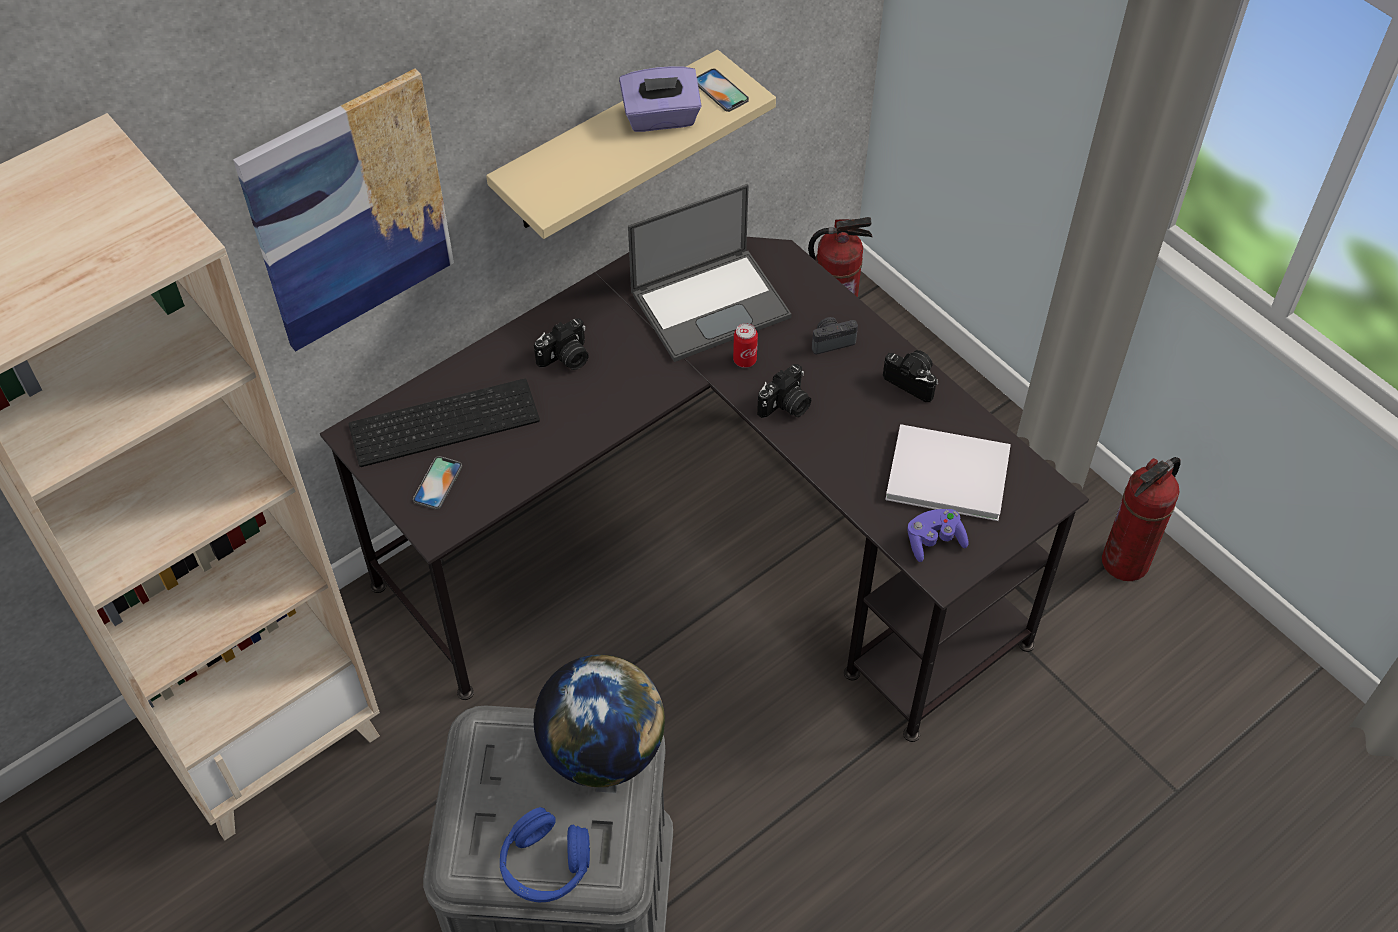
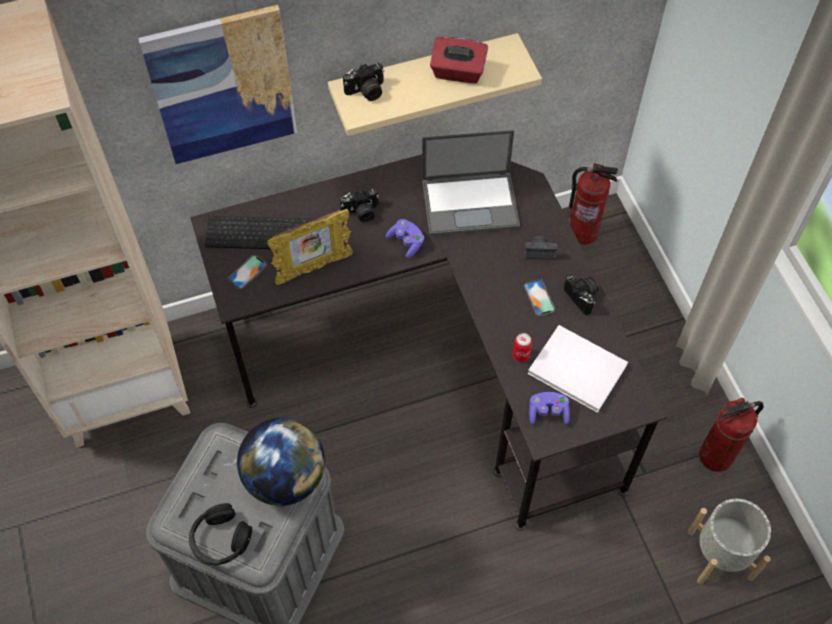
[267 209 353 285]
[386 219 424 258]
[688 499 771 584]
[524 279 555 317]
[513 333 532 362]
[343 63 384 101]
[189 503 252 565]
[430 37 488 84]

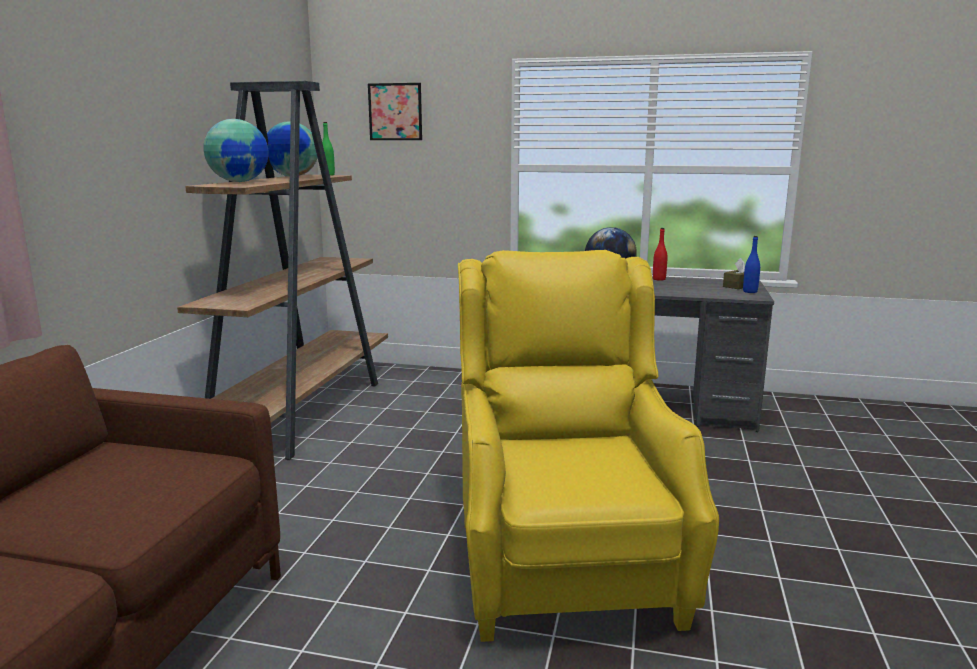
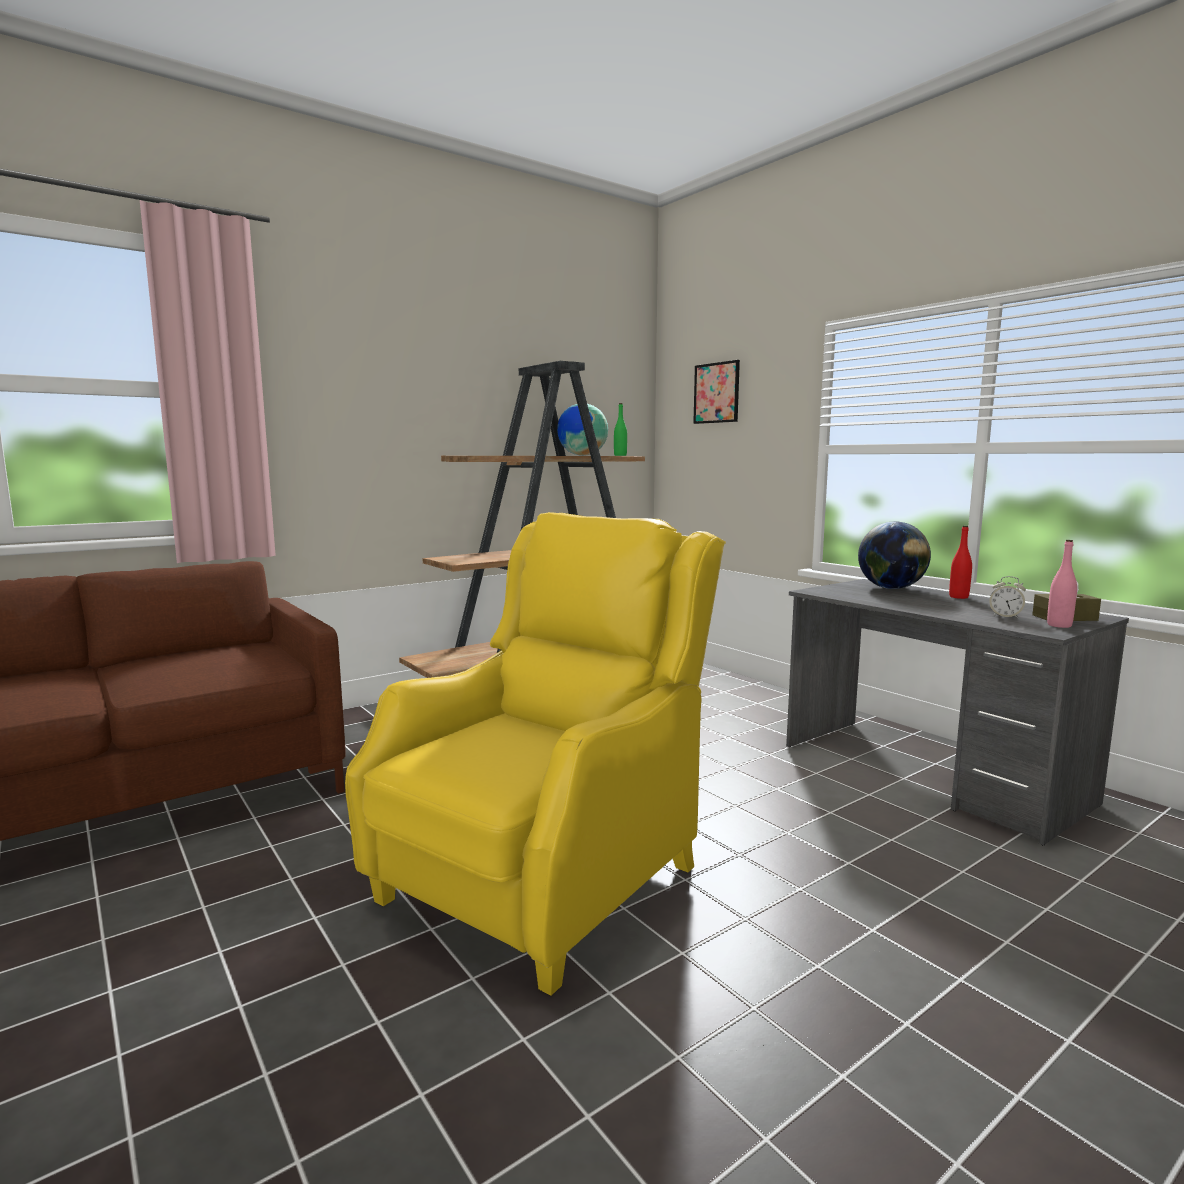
[204 119 269 182] (first image)
[989 576 1026 619]
[1047 540 1077 628]

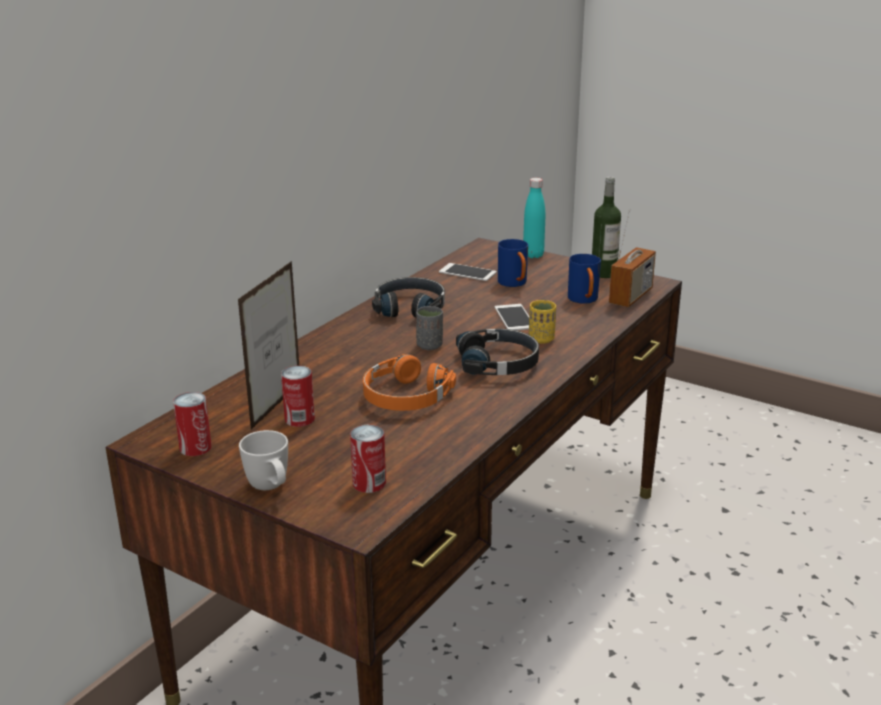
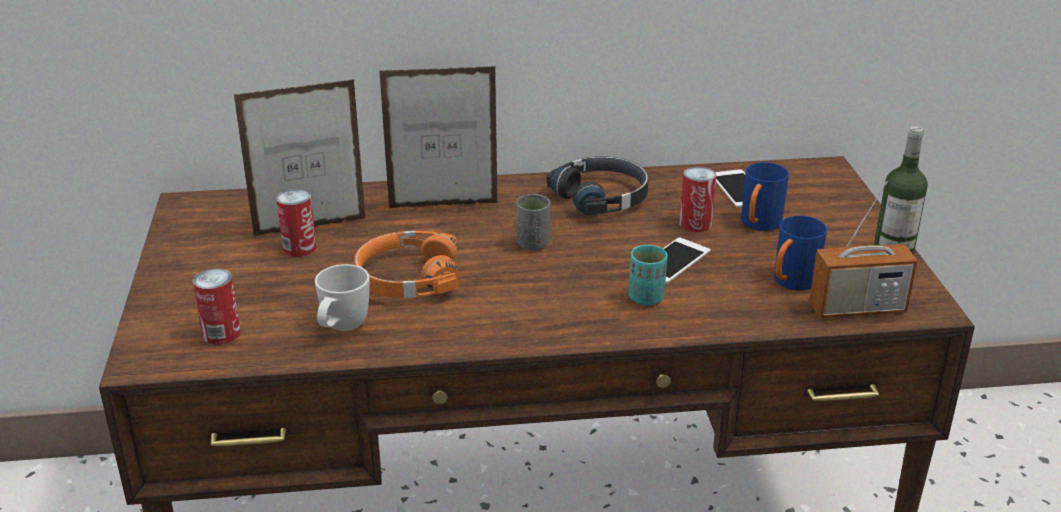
[456 329 539 375] (first image)
[523 178 545 258] (first image)
[379 66 498 208]
[680 166 717 232]
[315 264 370 331]
[628 245 668 306]

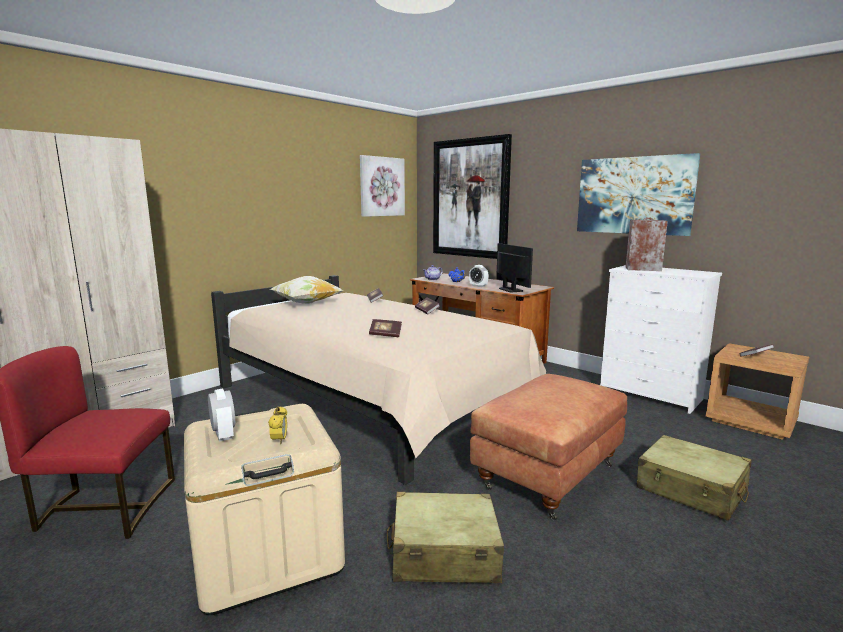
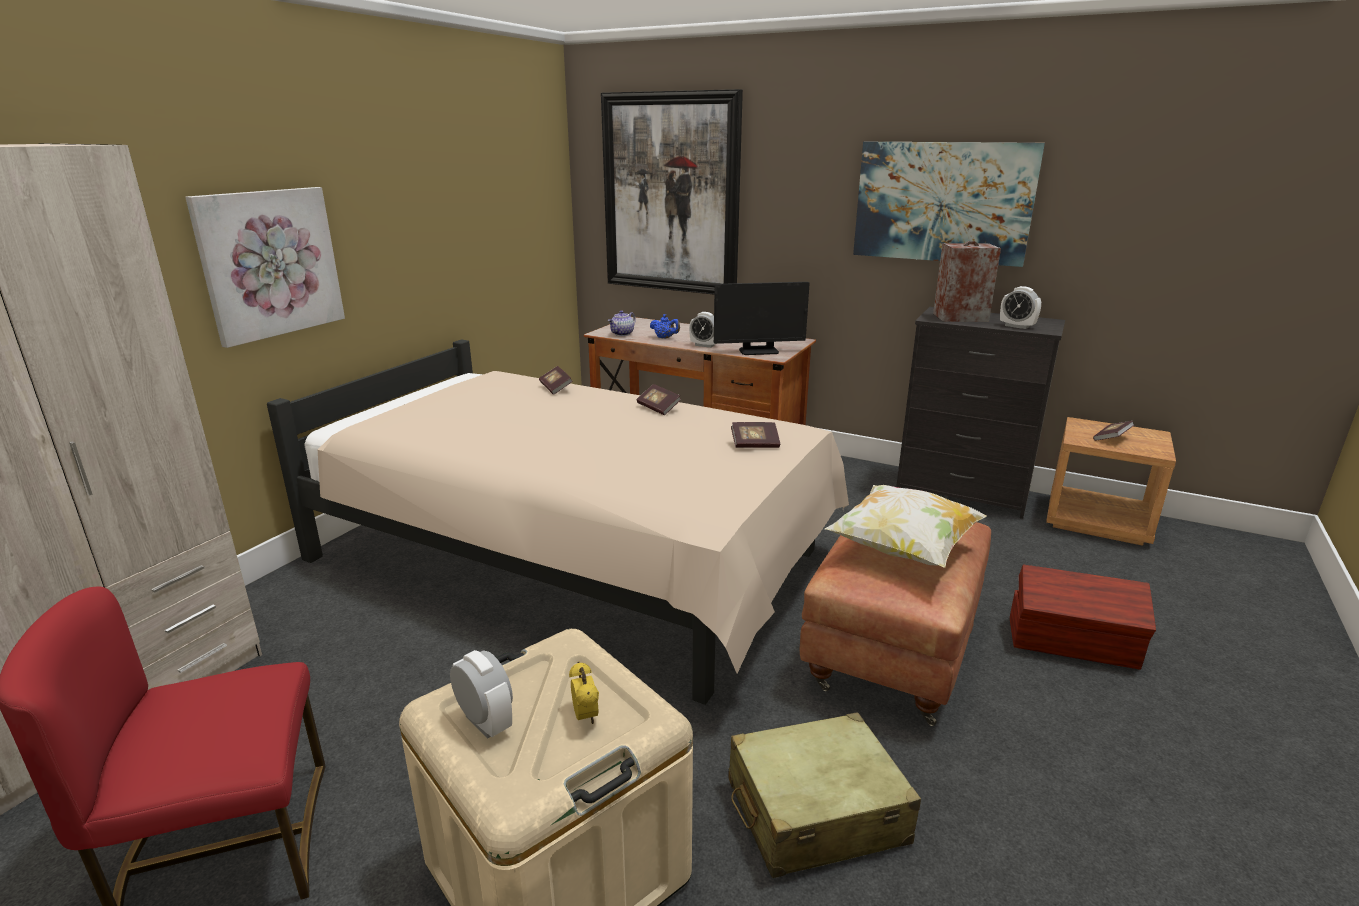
[1000 286 1041 329]
[825 485 987 568]
[185 187 345 348]
[731 422 780 448]
[1010 565 1156 670]
[896 307 1065 519]
[714 282 810 355]

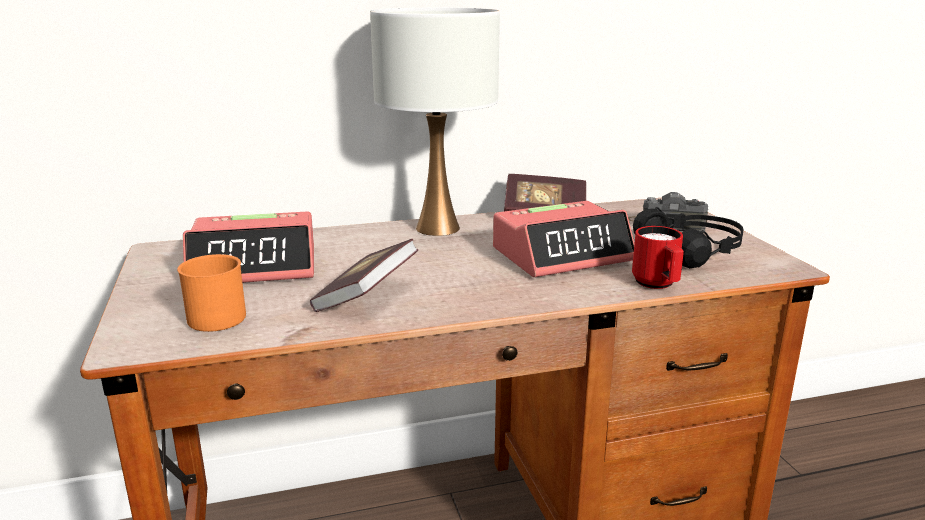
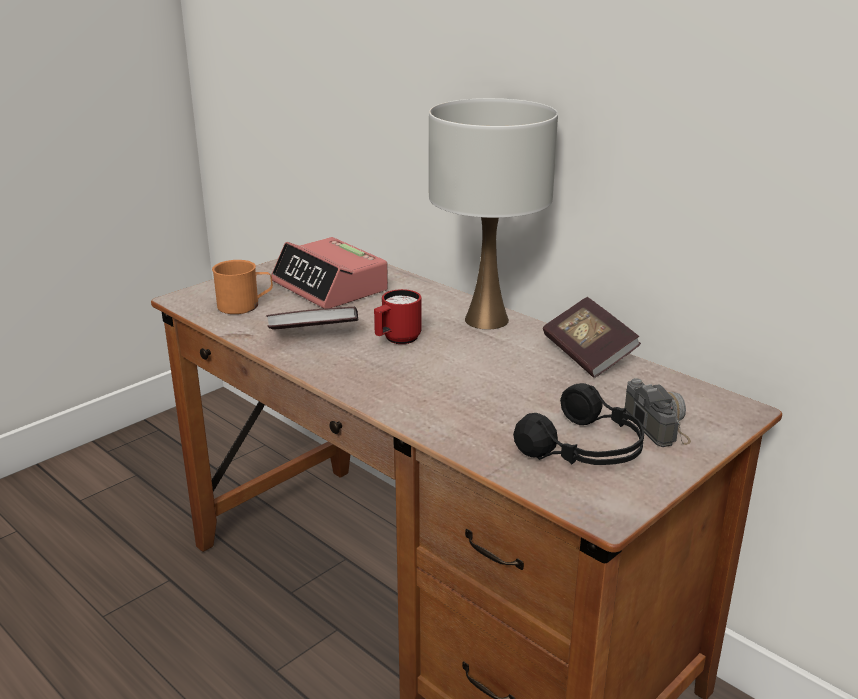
[493 201 634 277] (first image)
[374 289 422 344]

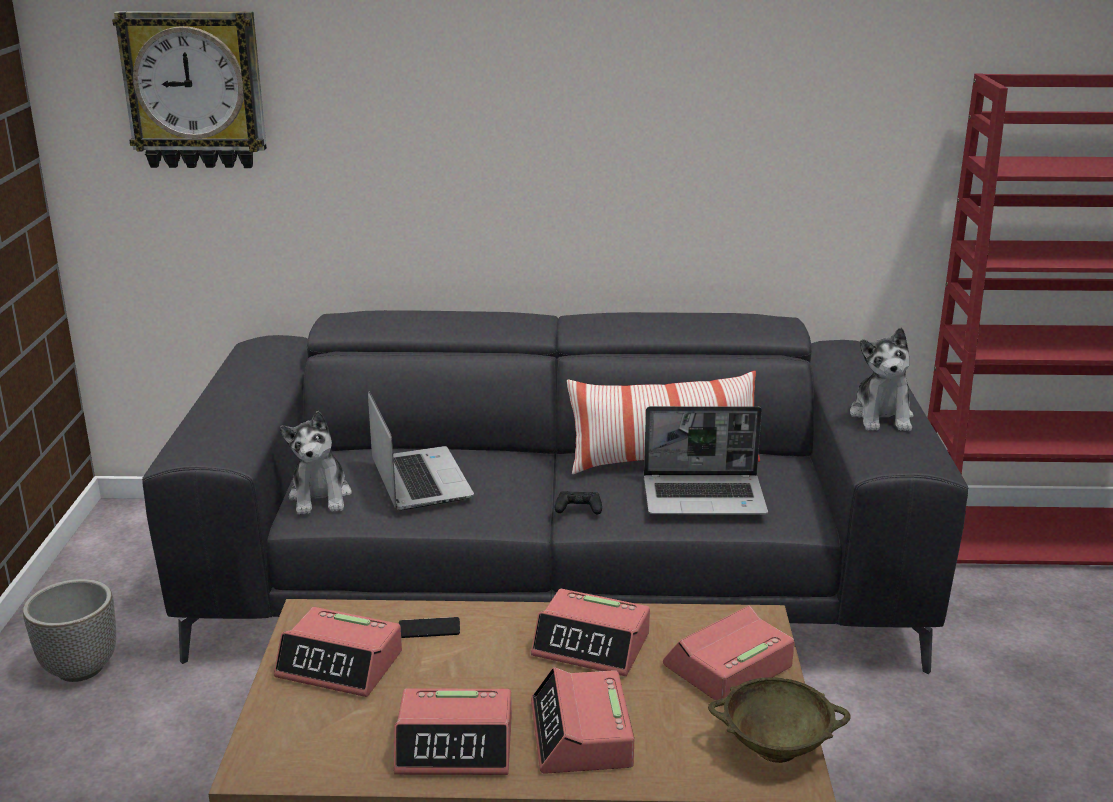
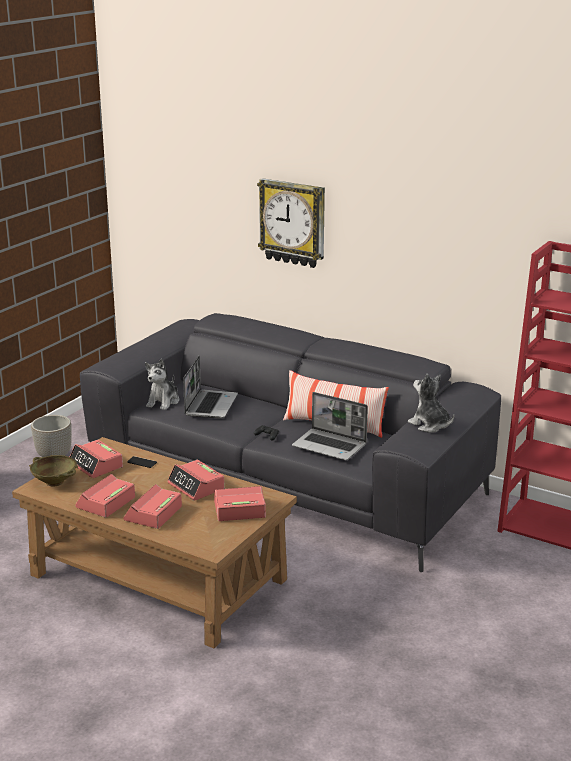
[257 178 325 268]
[29 455 78 486]
[75 474 135 518]
[408 373 454 433]

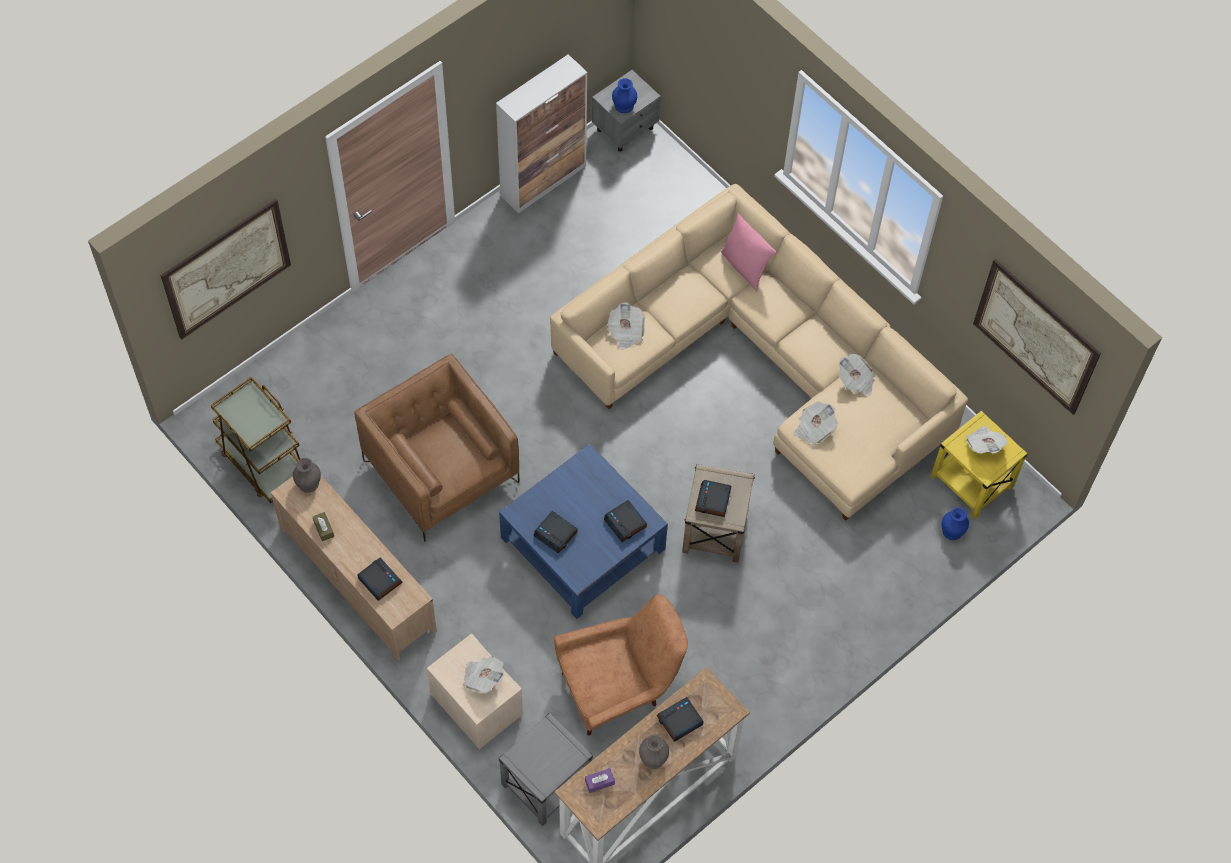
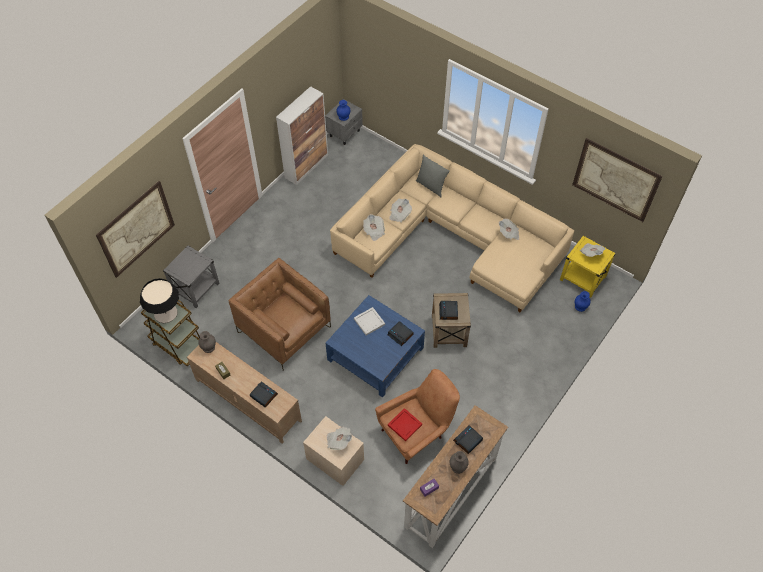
[534 511 578 554] (first image)
[140 278 179 323]
[354 307 385 335]
[388 408 422 441]
[163 245 219 308]
[389 199 412 223]
[416 155 450 197]

